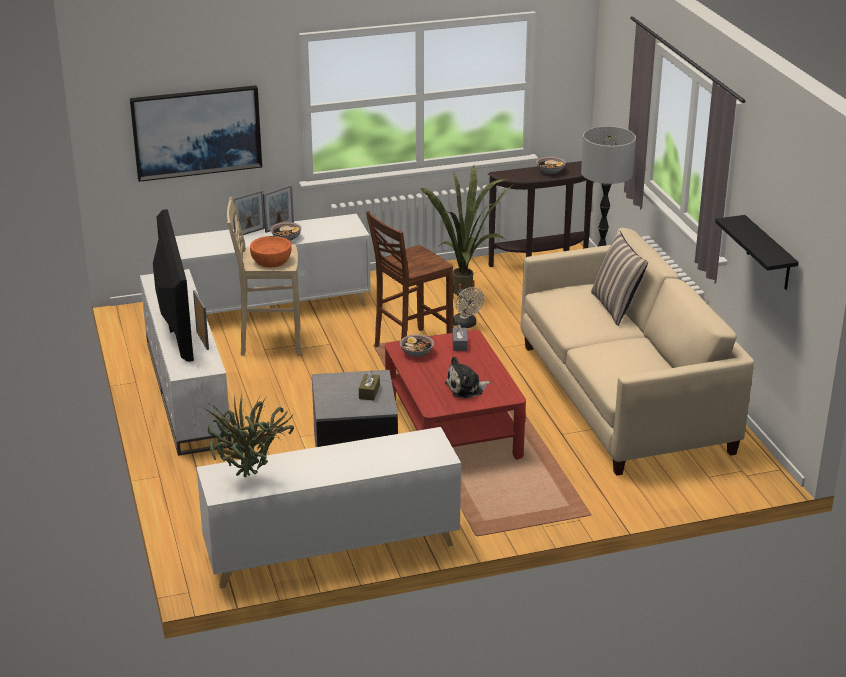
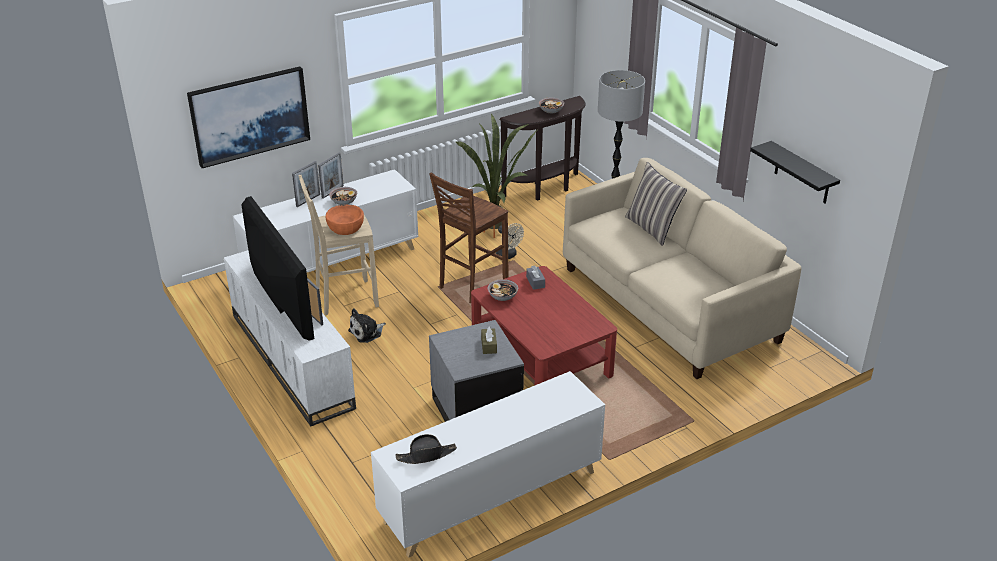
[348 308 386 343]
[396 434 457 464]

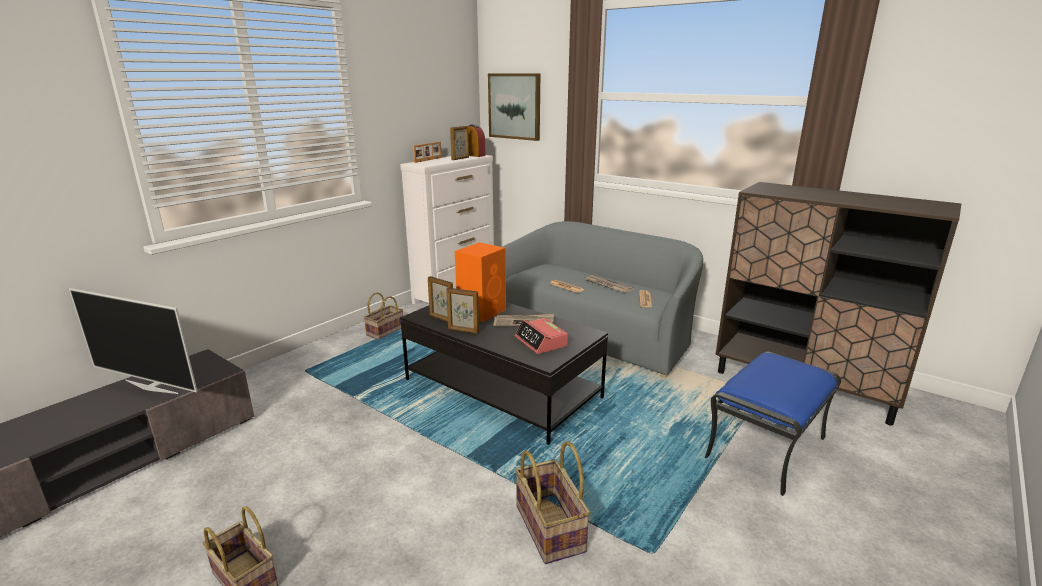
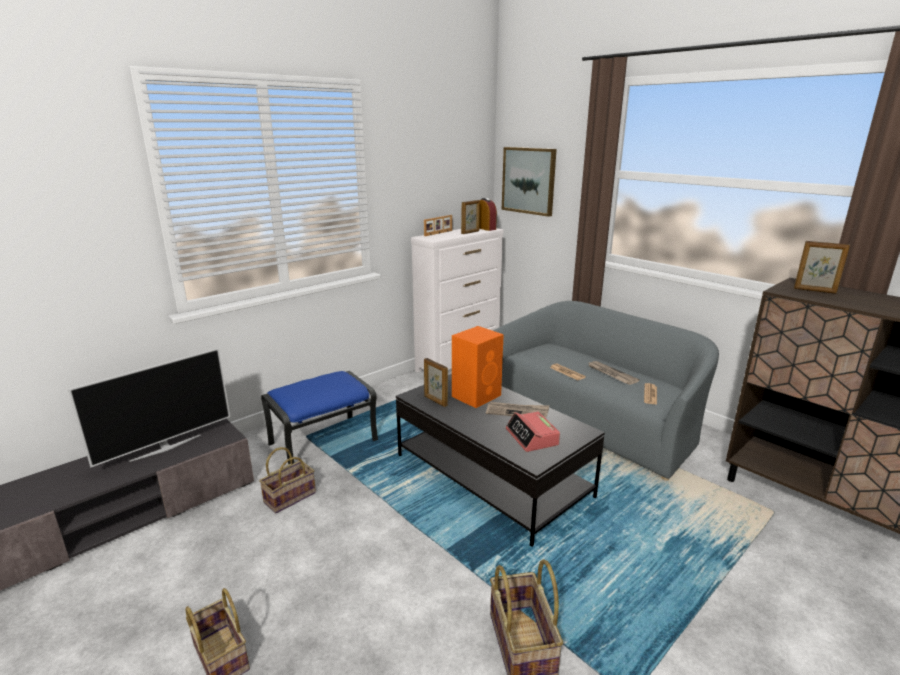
[259 447 316 514]
[794 241 850 294]
[261 371 378 464]
[68 348 230 467]

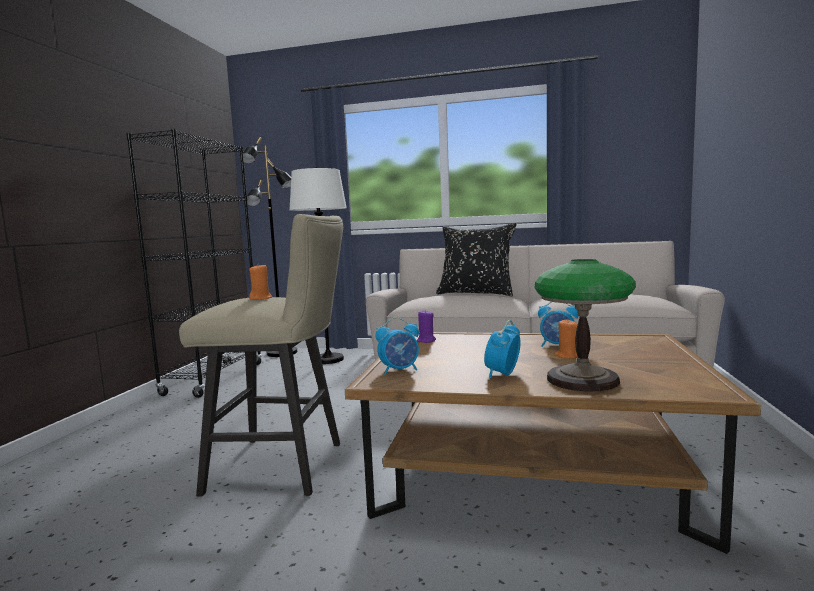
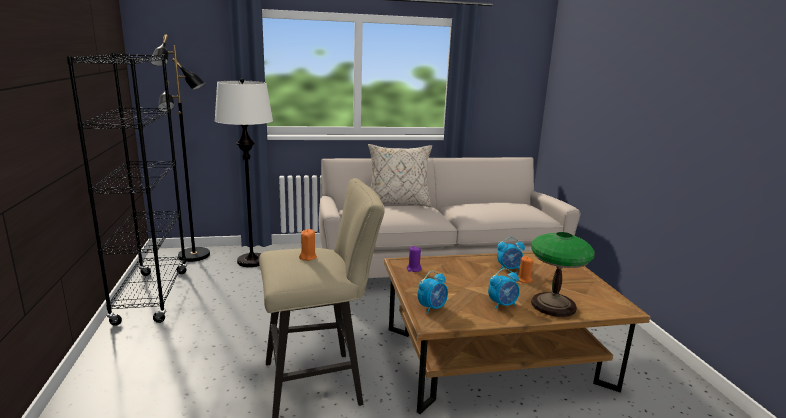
[368 144 432 207]
[488 268 520 309]

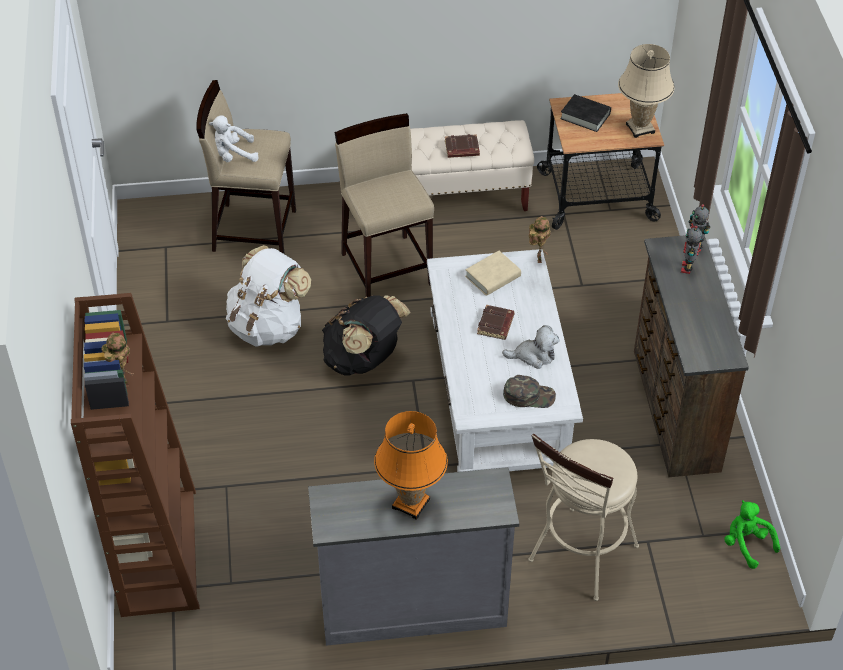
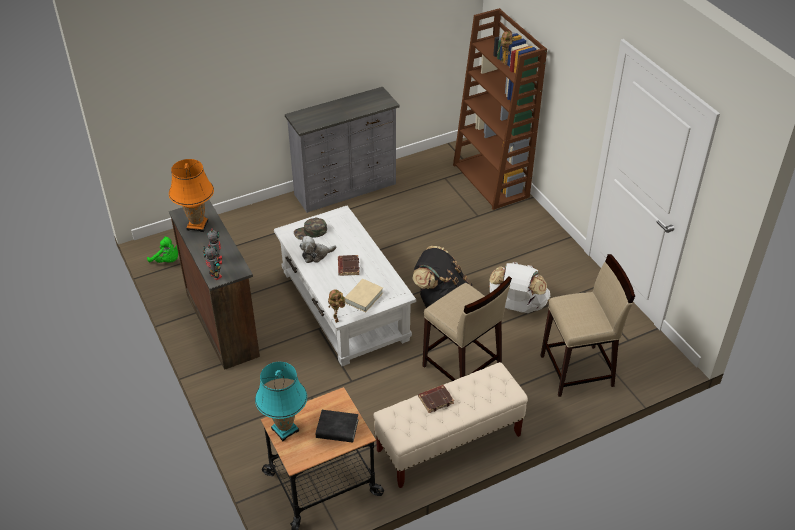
[209 115 259 162] (first image)
[528 434 639 601] (first image)
[169 159 214 232]
[255 362 307 441]

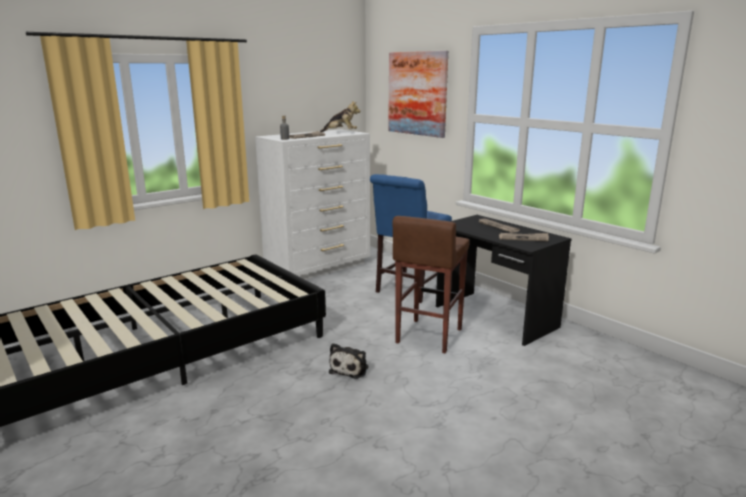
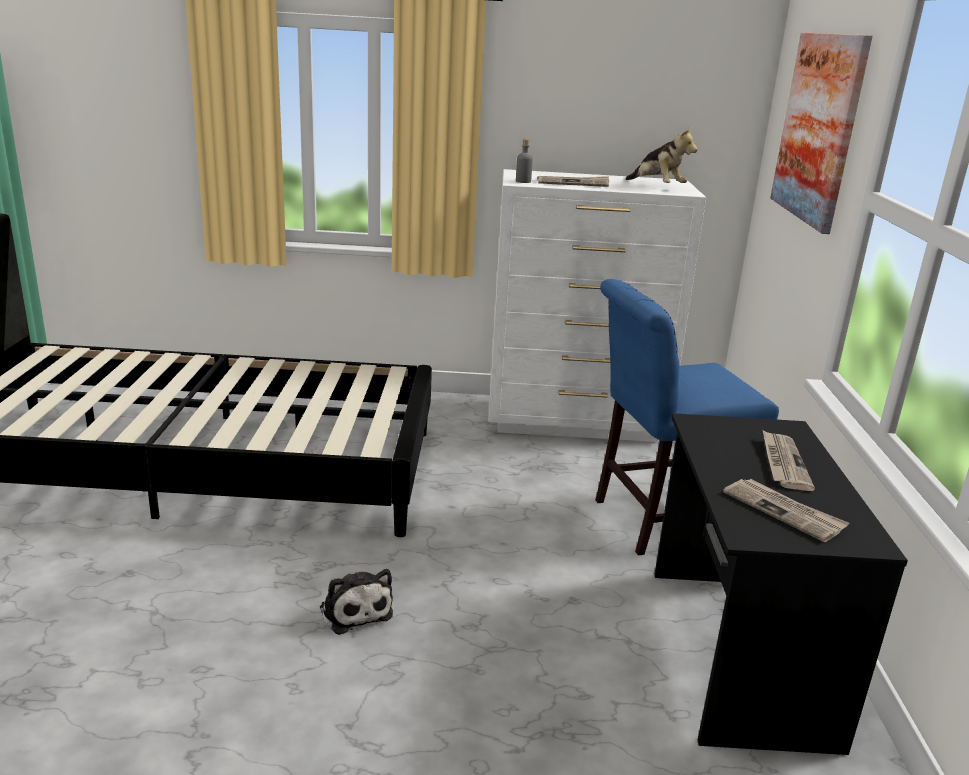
[392 216 469 354] (first image)
[320 569 393 635]

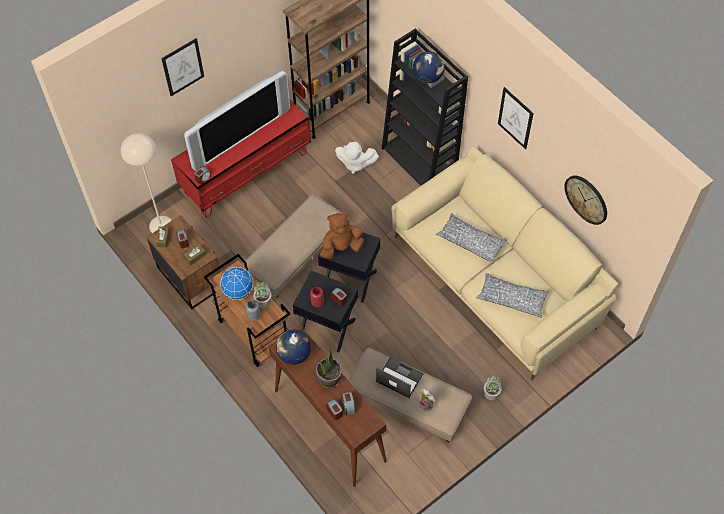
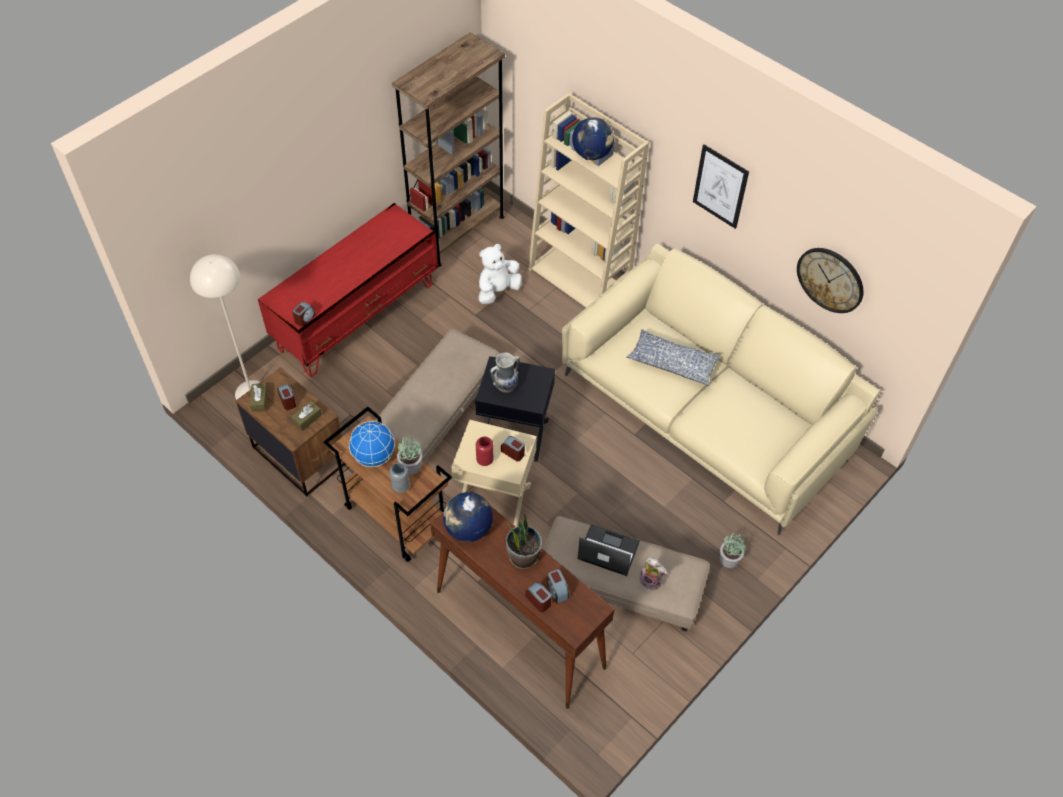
[161 38 204 96] (first image)
[184 71 290 171] (first image)
[476 273 549 318] (first image)
[490 352 520 393]
[451 420 537 527]
[528 93 649 308]
[478 244 522 304]

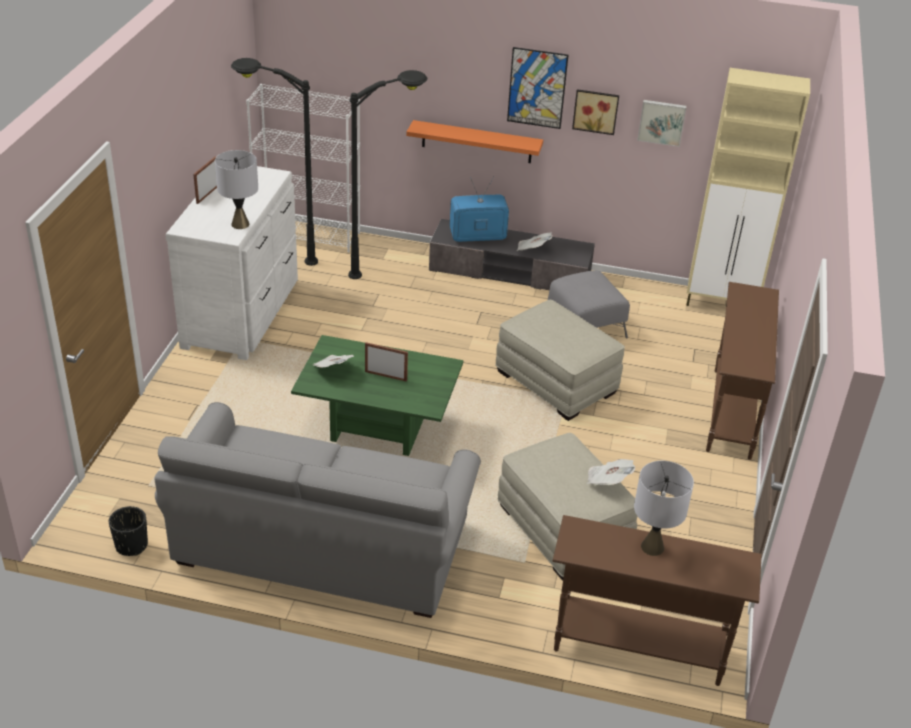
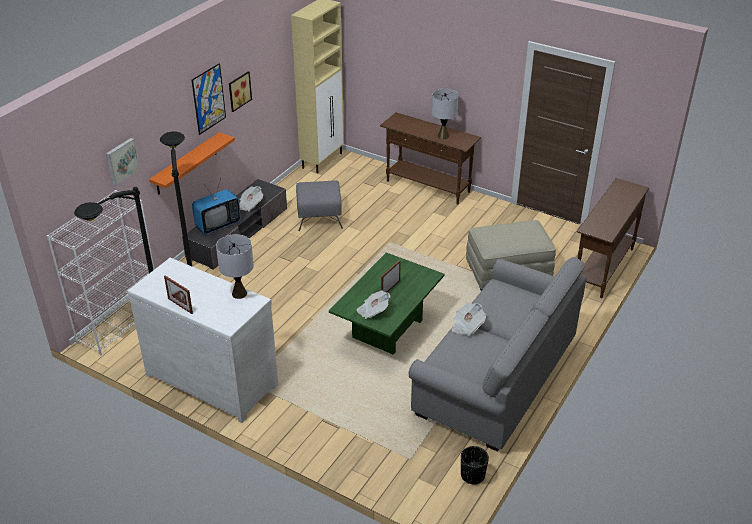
[495 300 625 421] (first image)
[451 303 486 336]
[432 89 458 139]
[106 138 140 185]
[192 178 241 234]

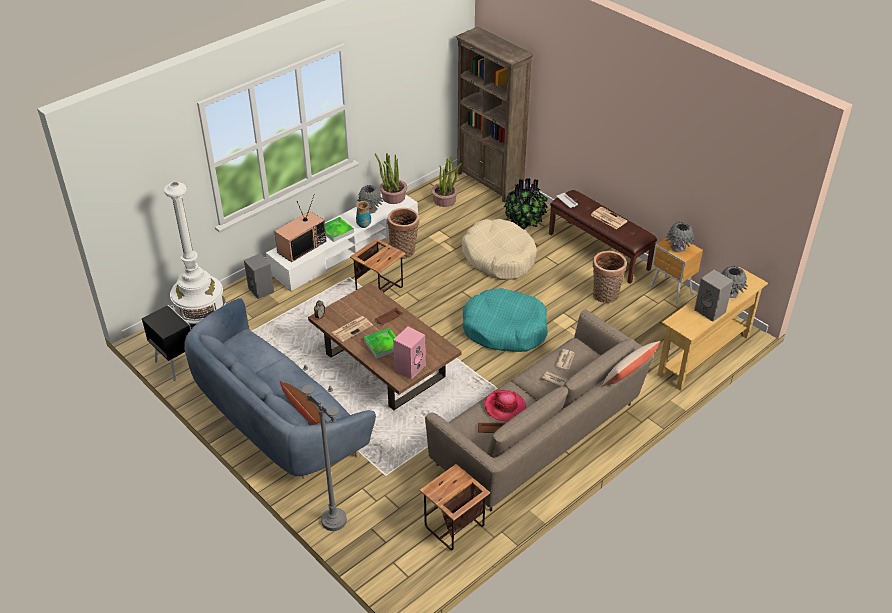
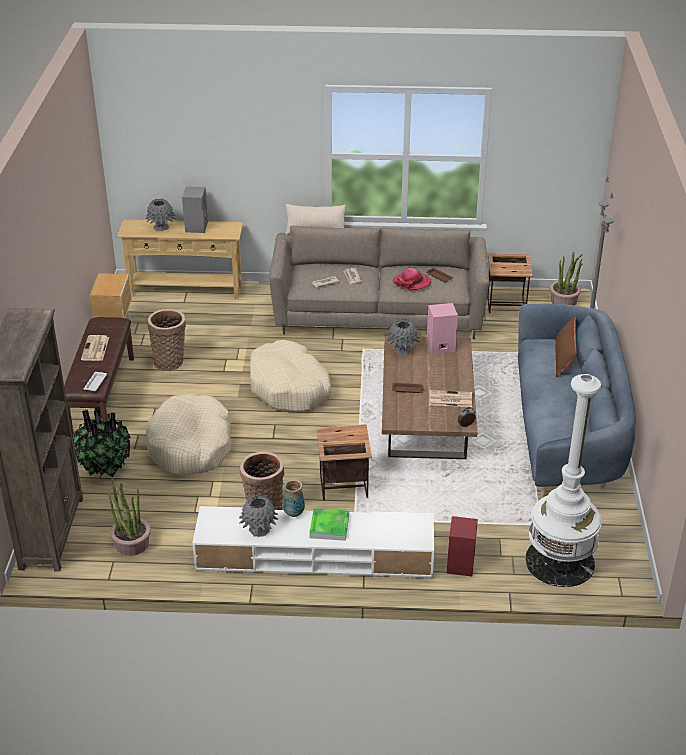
[142 305 191 381] (first image)
[274 194 327 262] (first image)
[364 328 396 359] (first image)
[549 252 583 306]
[386 319 420 355]
[447 516 478 576]
[250 340 332 412]

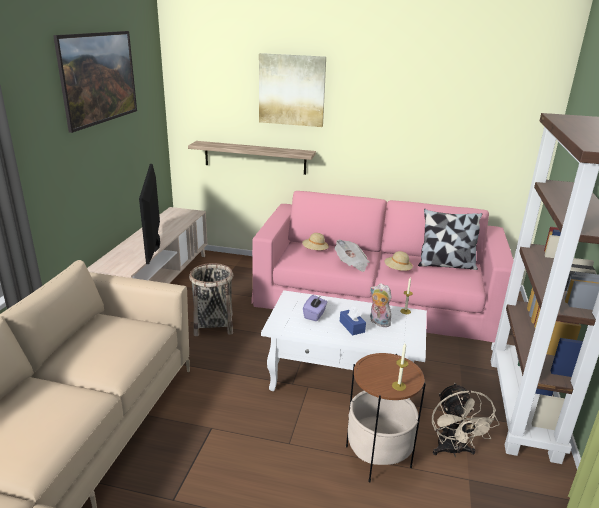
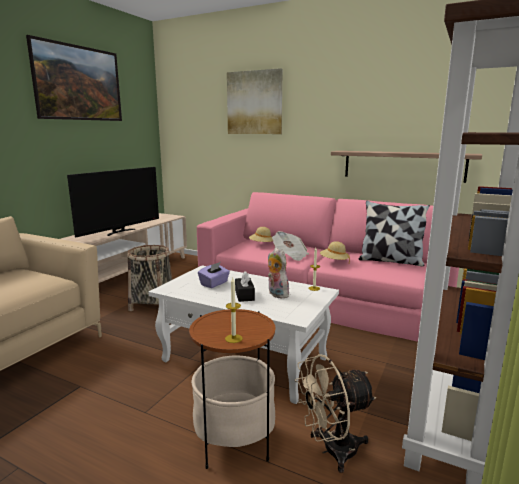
[331 151 482 183]
[235 271 255 302]
[67 167 159 237]
[295 354 377 473]

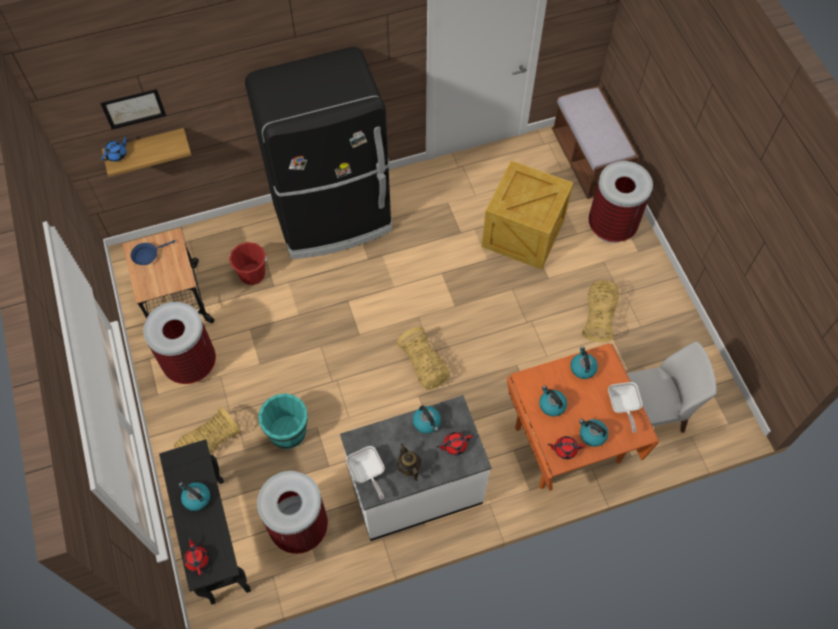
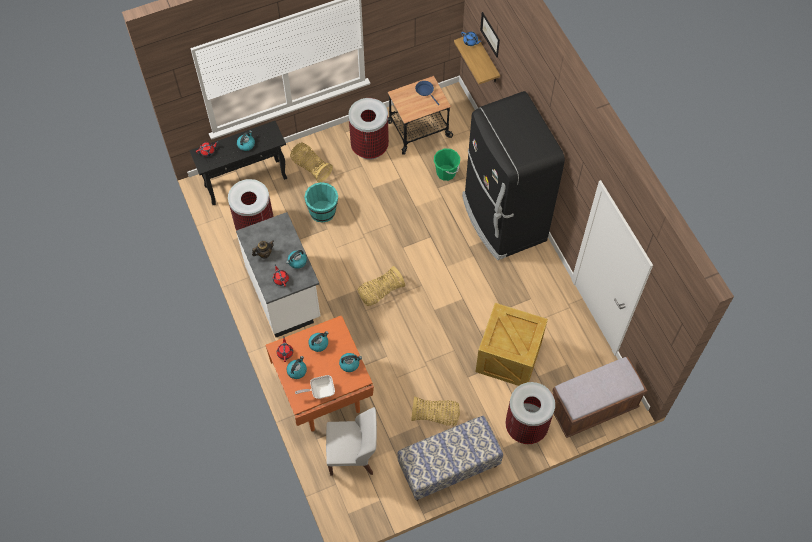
[346 446 385 500] (first image)
[397 415 503 501]
[434 148 460 181]
[326 407 377 475]

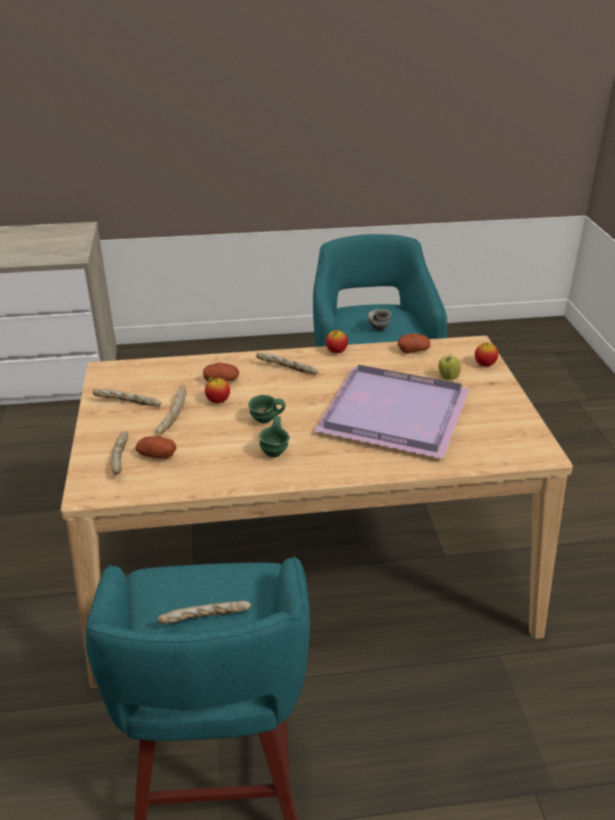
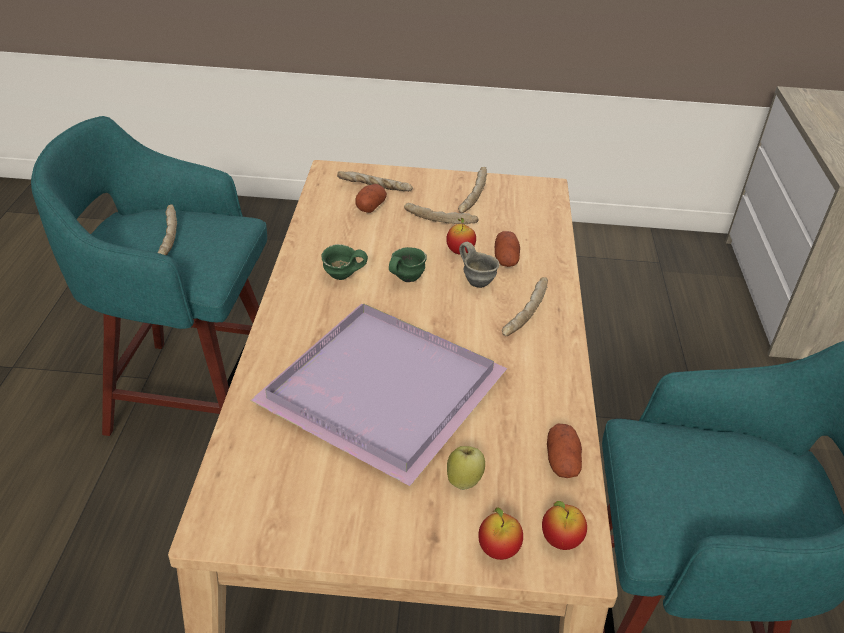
[542 501 587 550]
[459 242 499 288]

